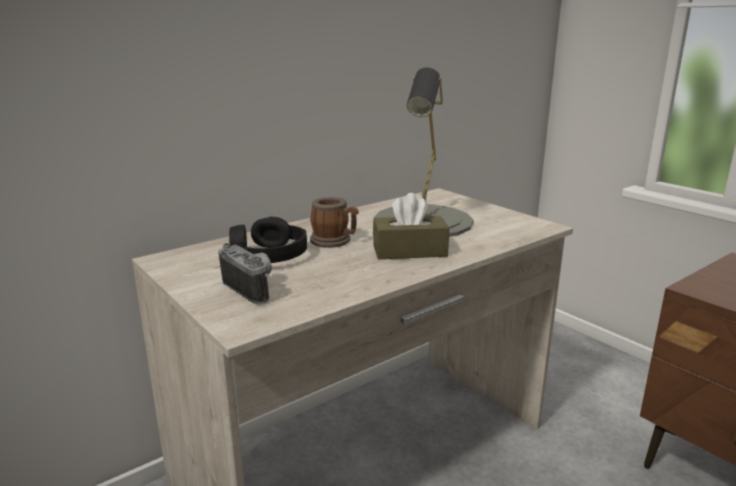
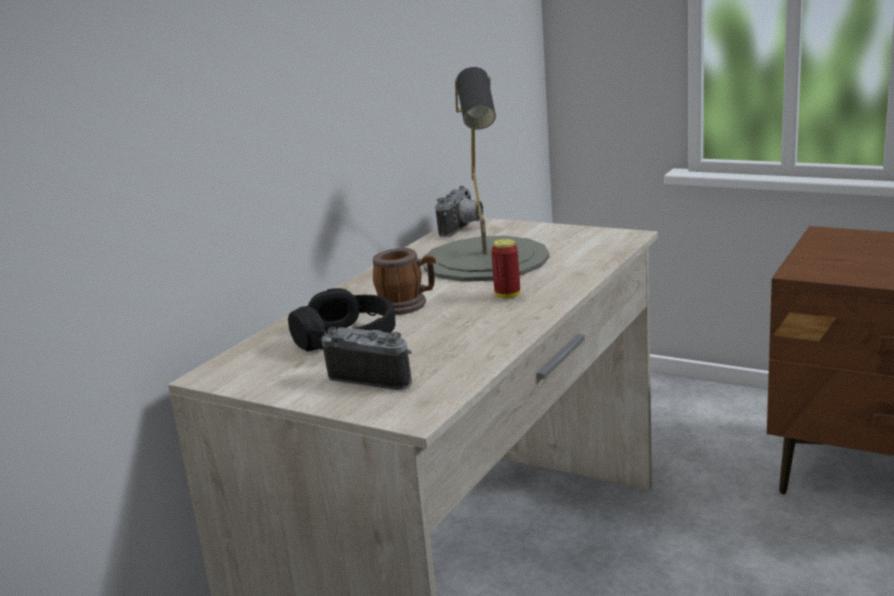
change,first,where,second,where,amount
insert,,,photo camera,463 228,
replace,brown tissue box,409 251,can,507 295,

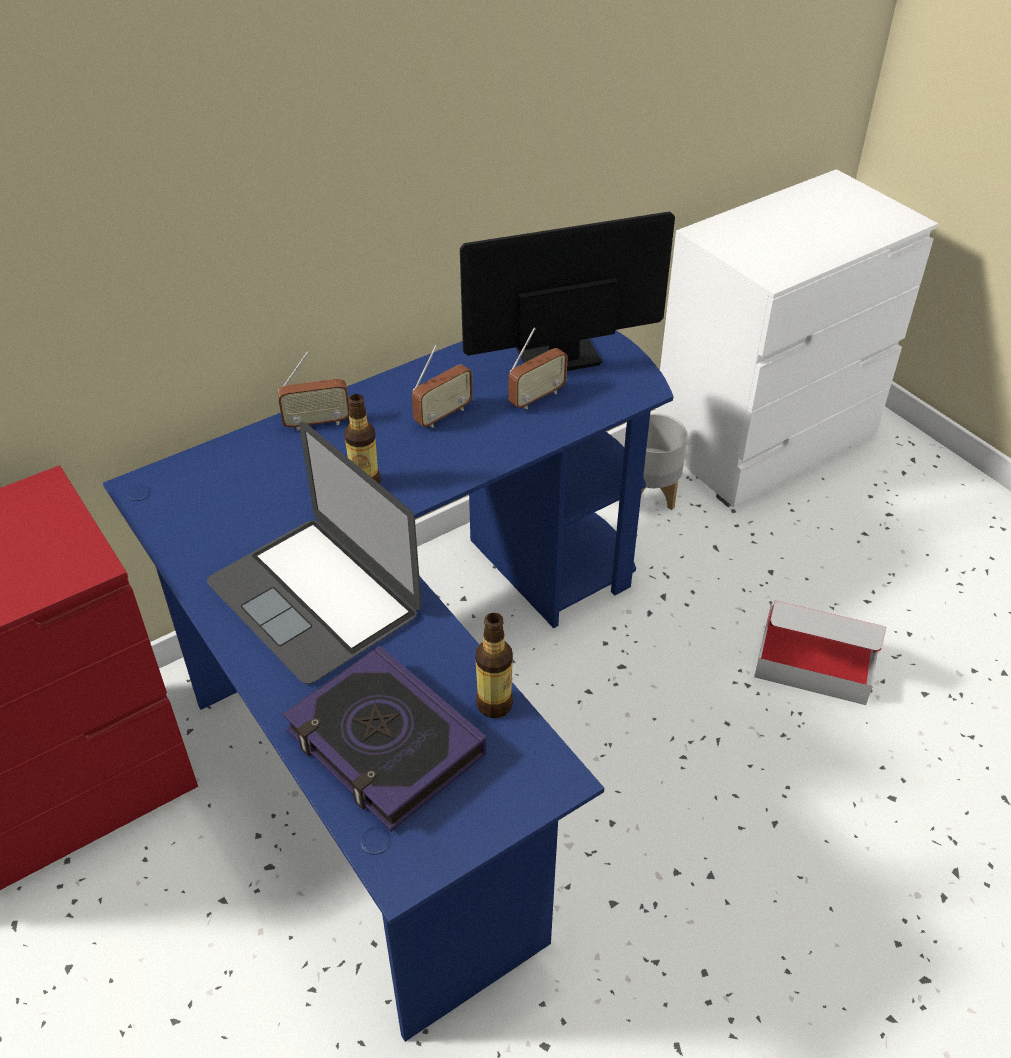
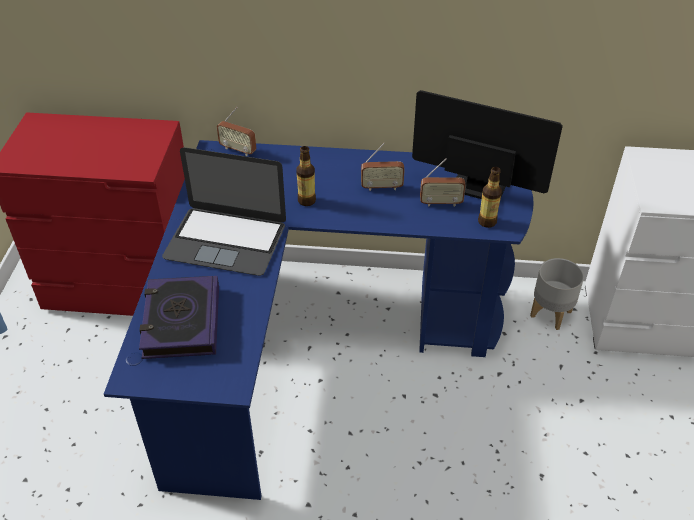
change,first,where,second,where,amount
rotate,laptop,314 597,,226 240,75 degrees counterclockwise
move,radio,317 423,,238 150,
move,bottle,494 704,,487 222,
delete,cardboard box,814 663,,,

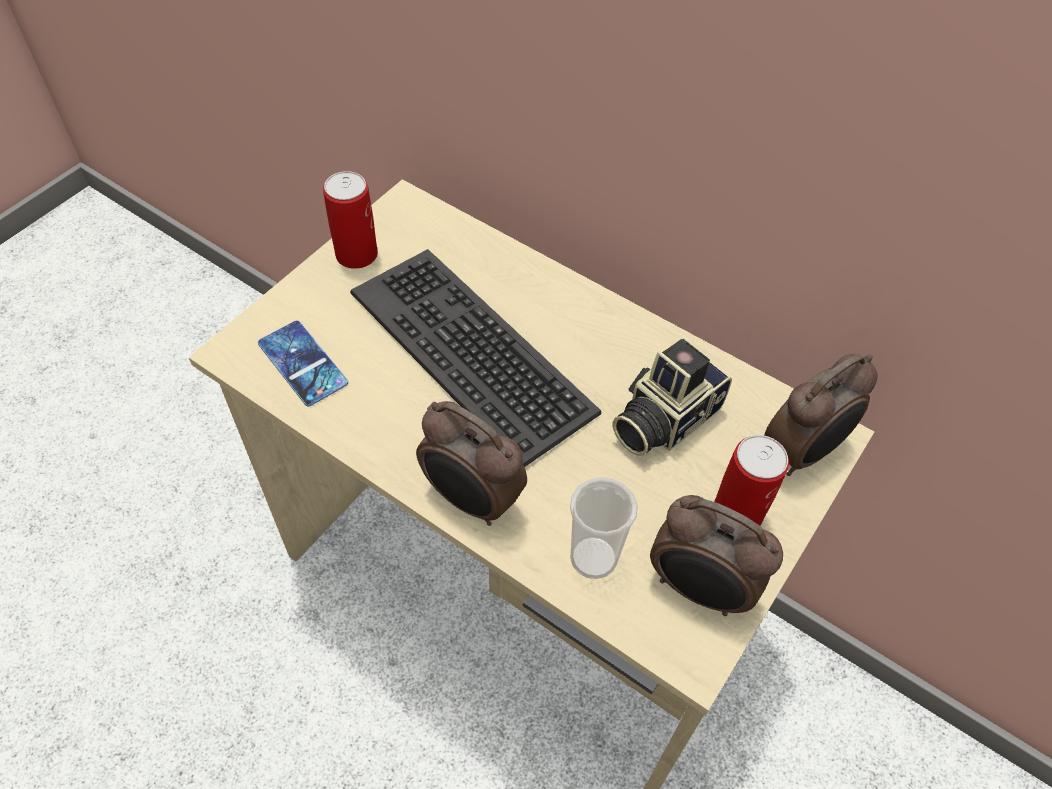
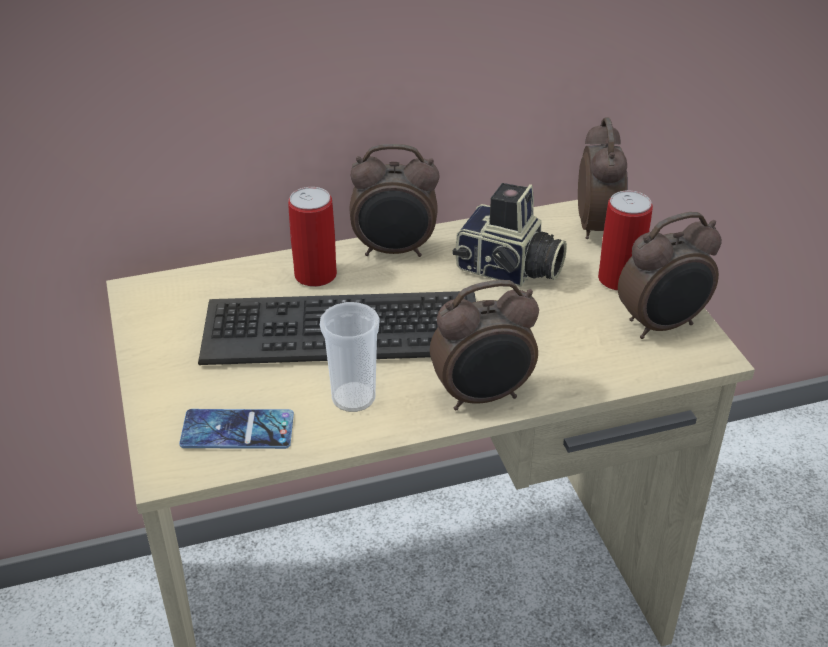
change,first,where,second,where,amount
move,can,356 254,,315 275,
move,cup,593 558,,353 397,
insert,,,alarm clock,394 251,
rotate,photo camera,662 418,,508 270,60 degrees counterclockwise

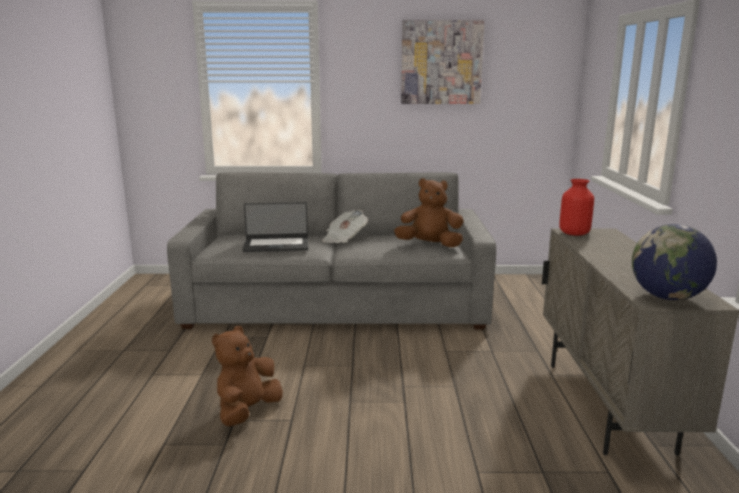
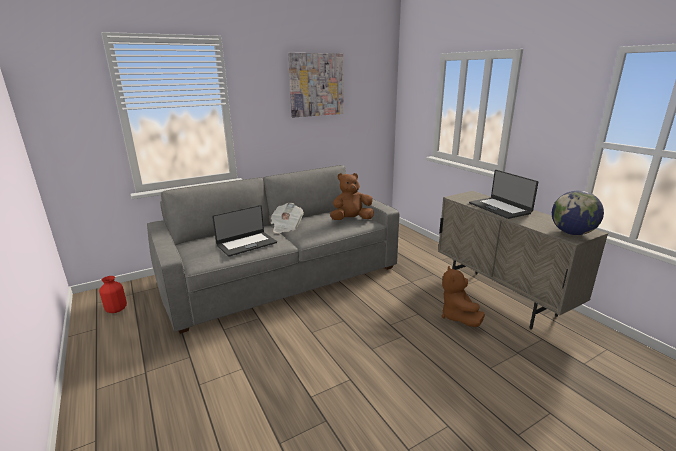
change,first,where,second,where,amount
move,red vase,574 233,,116 309,
move,brown plush toy,247 411,,458 317,
insert,,,laptop,500 208,

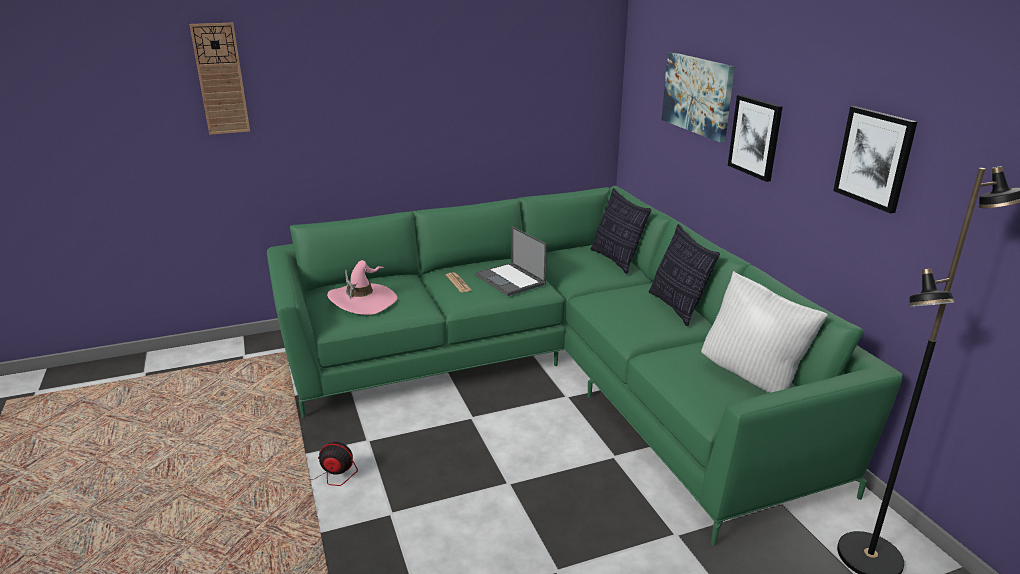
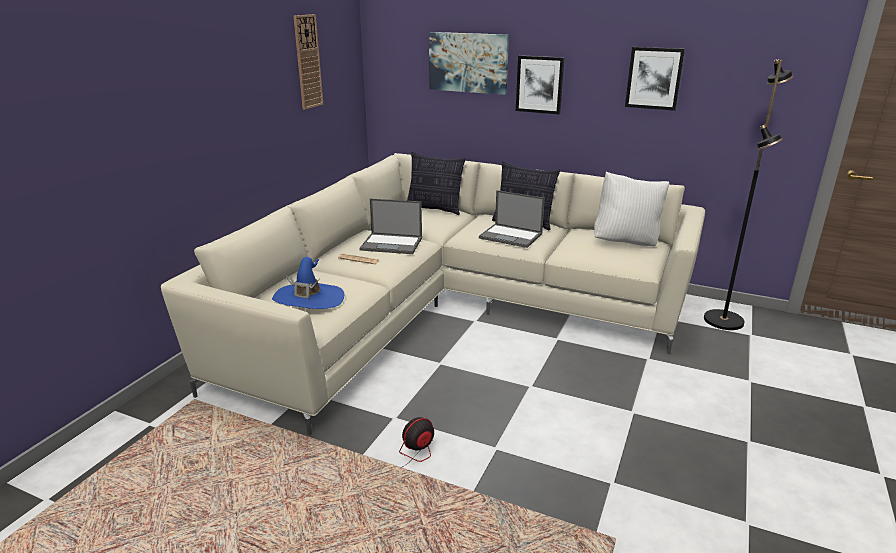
change,first,where,second,where,amount
recolor,green sofa,557 373,beige sofa,446 310,
recolor,pink hat,363 301,blue hat,309 299,
move,wall clock,221 79,,308 62,
insert,,,laptop,511 236,

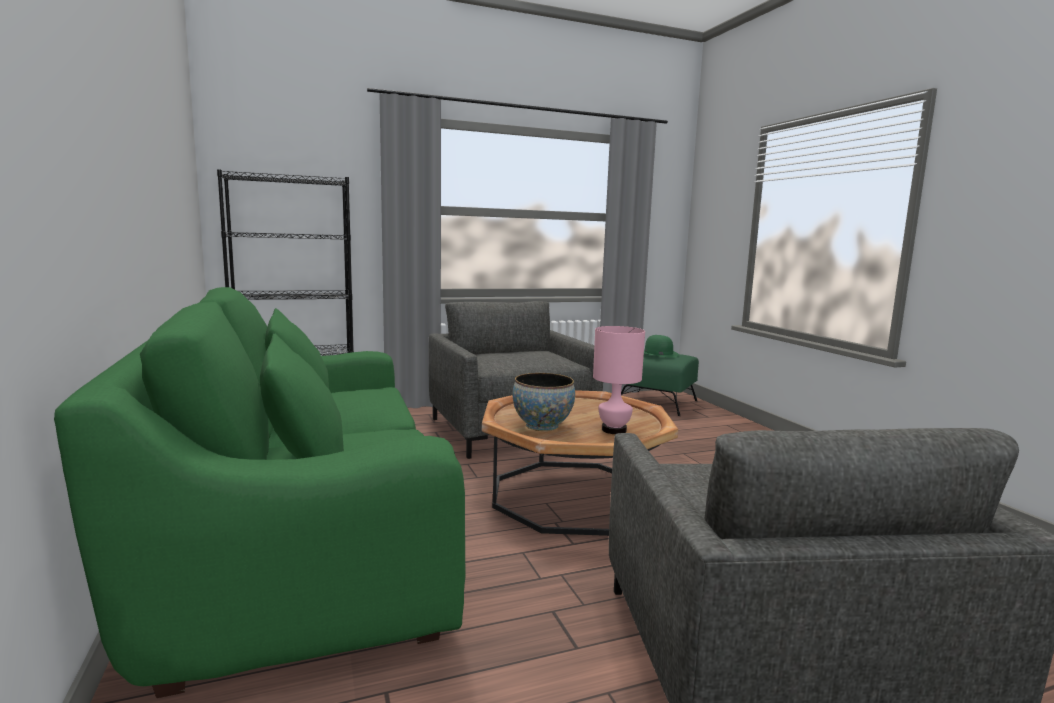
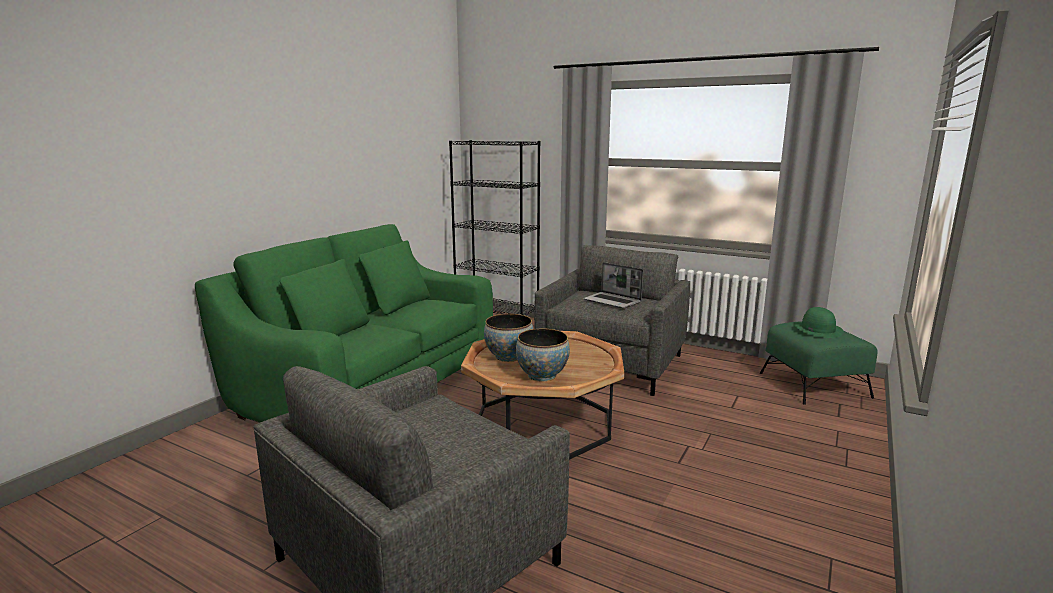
change,first,where,second,where,amount
replace,pink table lamp,613 430,bowl,542 375,
insert,,,laptop,613 301,

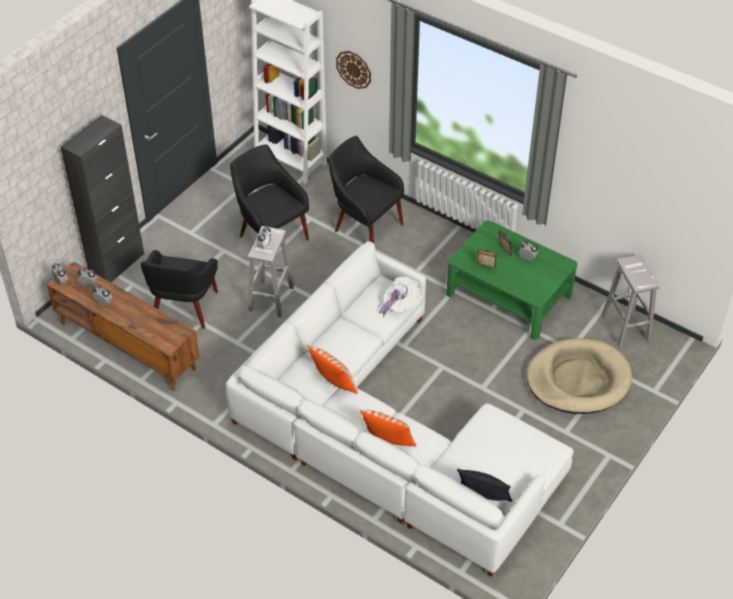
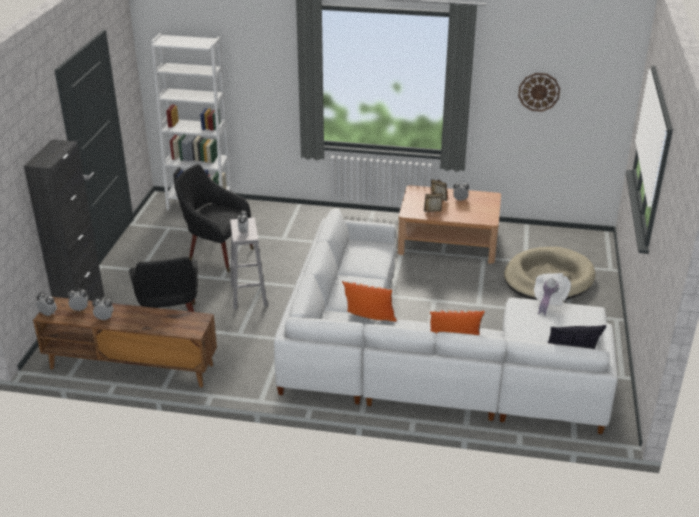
change,first,where,second,where,amount
recolor,green coffee table,508 295,brown coffee table,448 241,
move,wall clock,354 69,,539 92,
move,white hat,400 304,,549 301,
delete,black armchair,365 225,,,
delete,white stool,626 328,,,

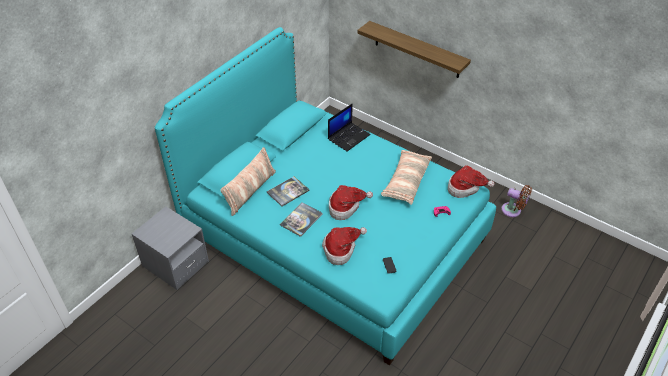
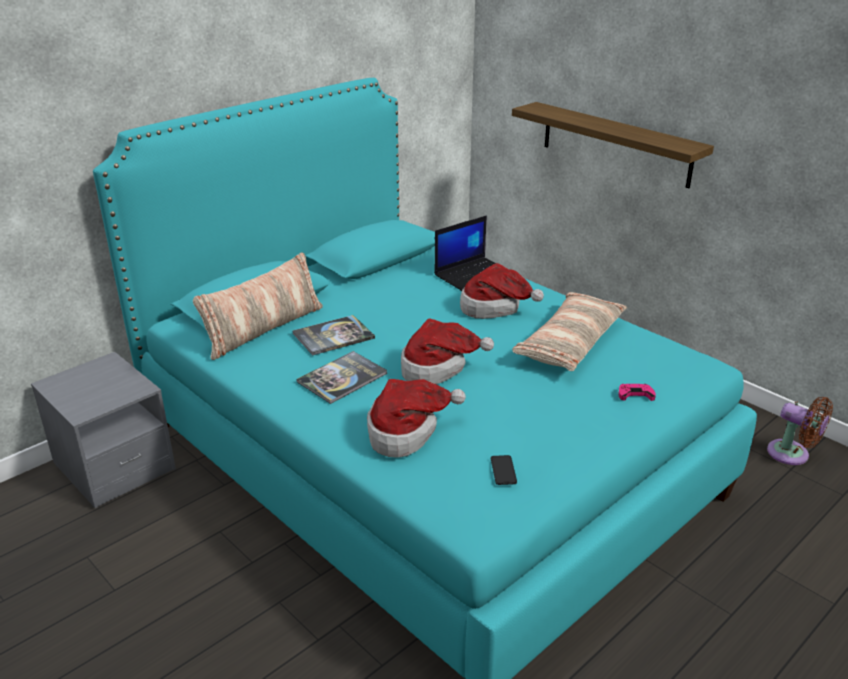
change,first,where,second,where,amount
move,hat,465 188,,495 308,

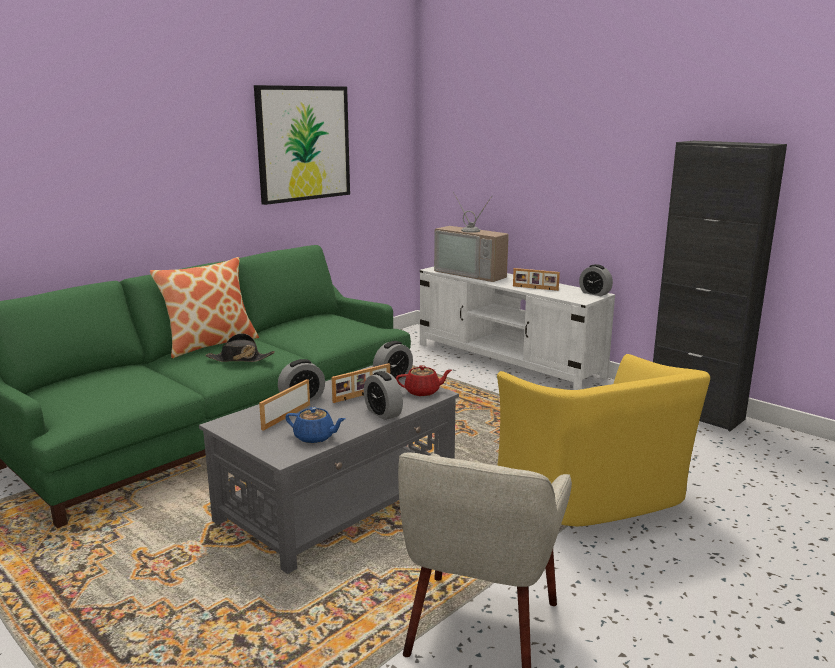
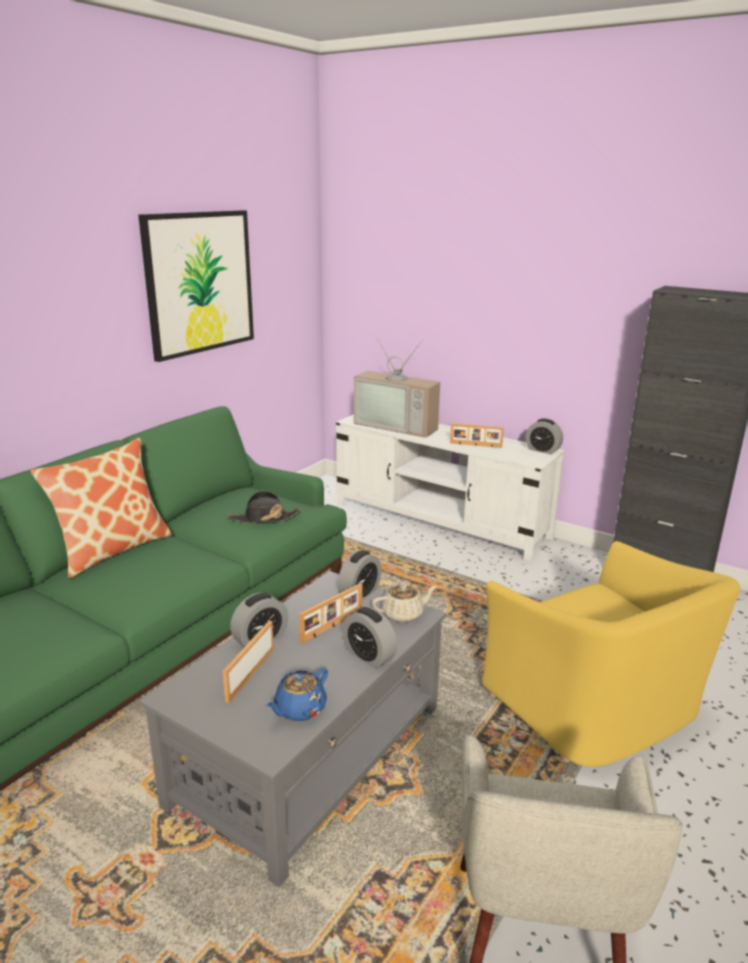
change,first,where,second,where,amount
move,black hat,240 359,,264 518,
rotate,blue teapot,315 437,,299 709,120 degrees clockwise
recolor,red teapot,423 392,beige teapot,403 614,

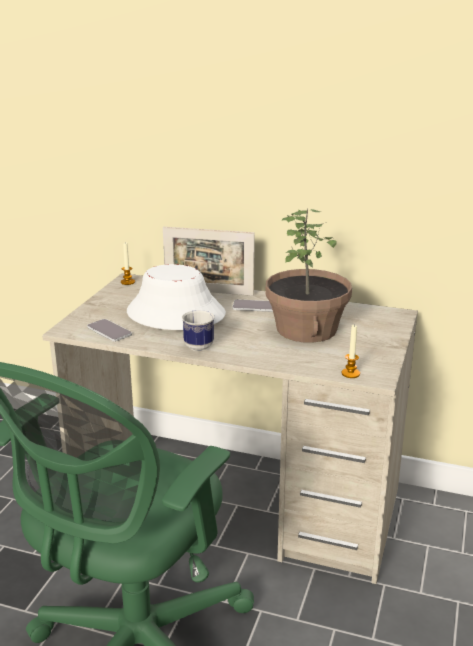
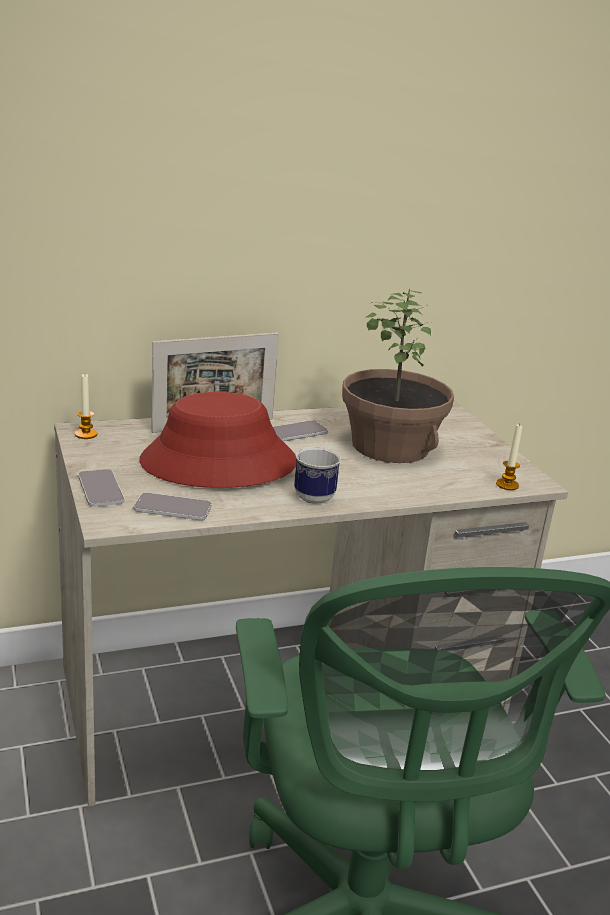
change,first,where,second,where,amount
insert,,,phone,100 489,
recolor,white hat,175 313,red hat,218 463,

